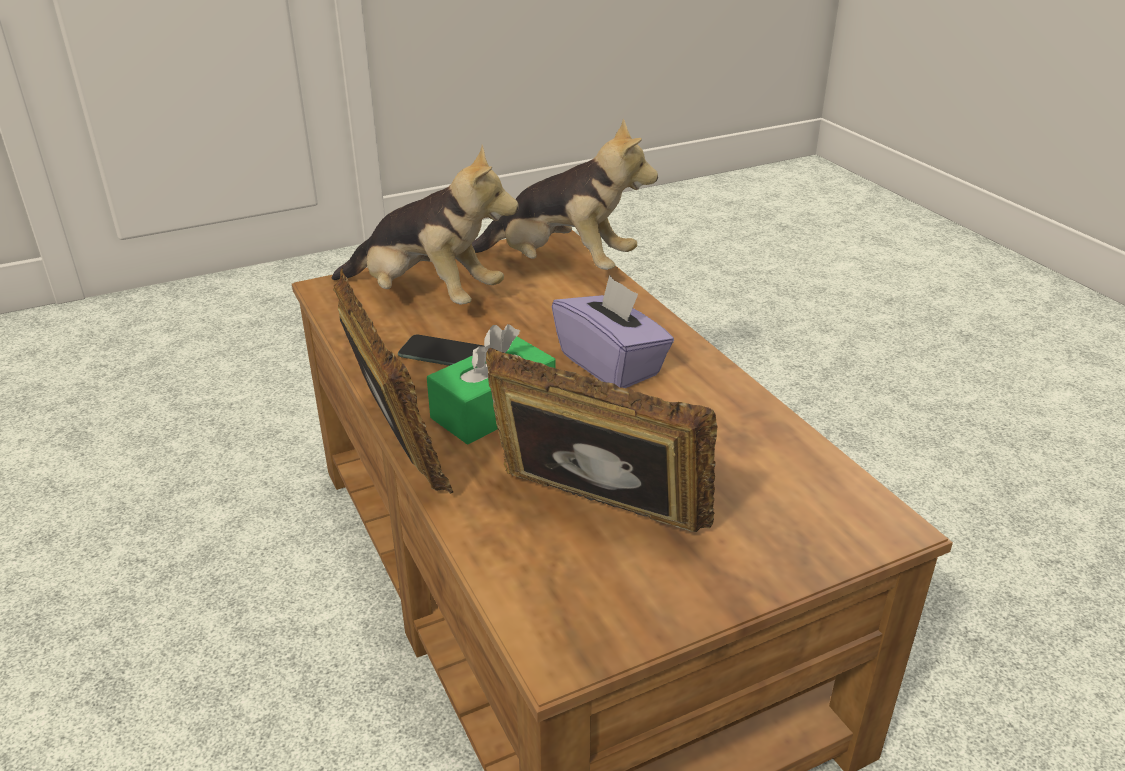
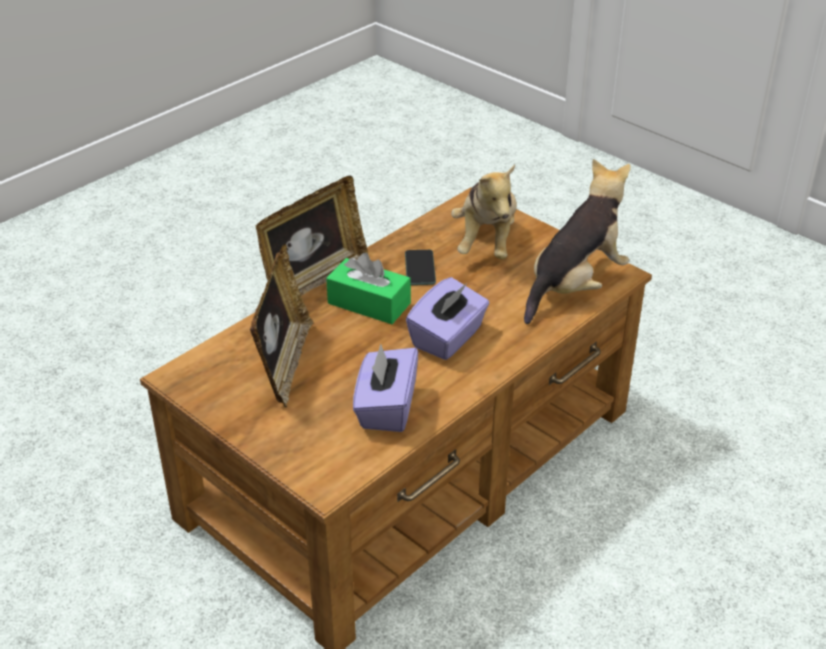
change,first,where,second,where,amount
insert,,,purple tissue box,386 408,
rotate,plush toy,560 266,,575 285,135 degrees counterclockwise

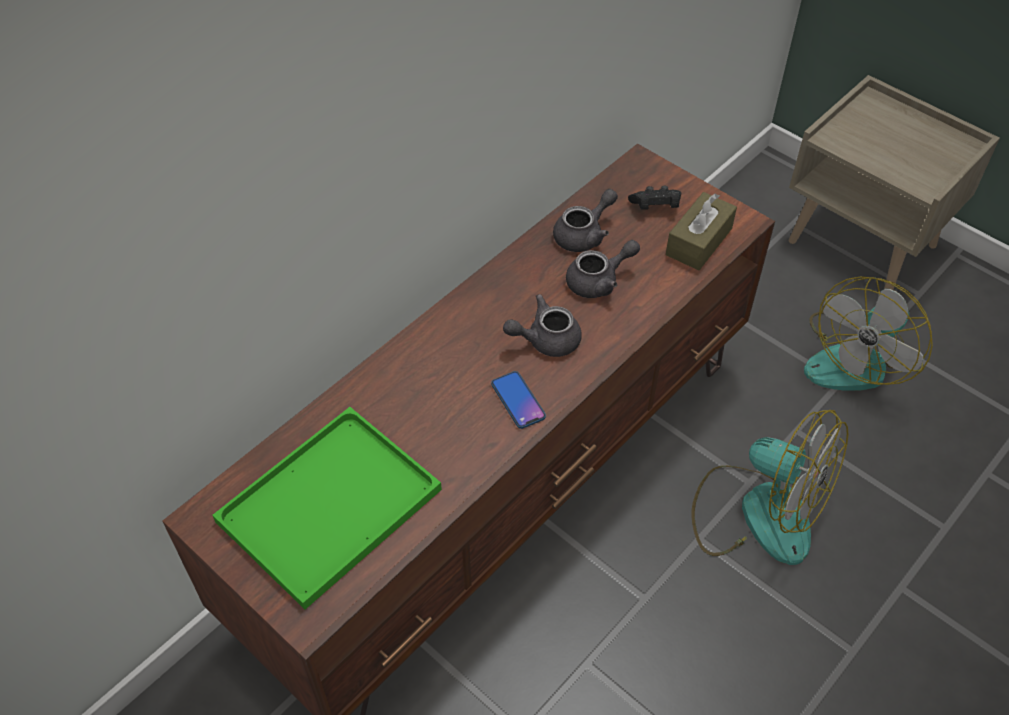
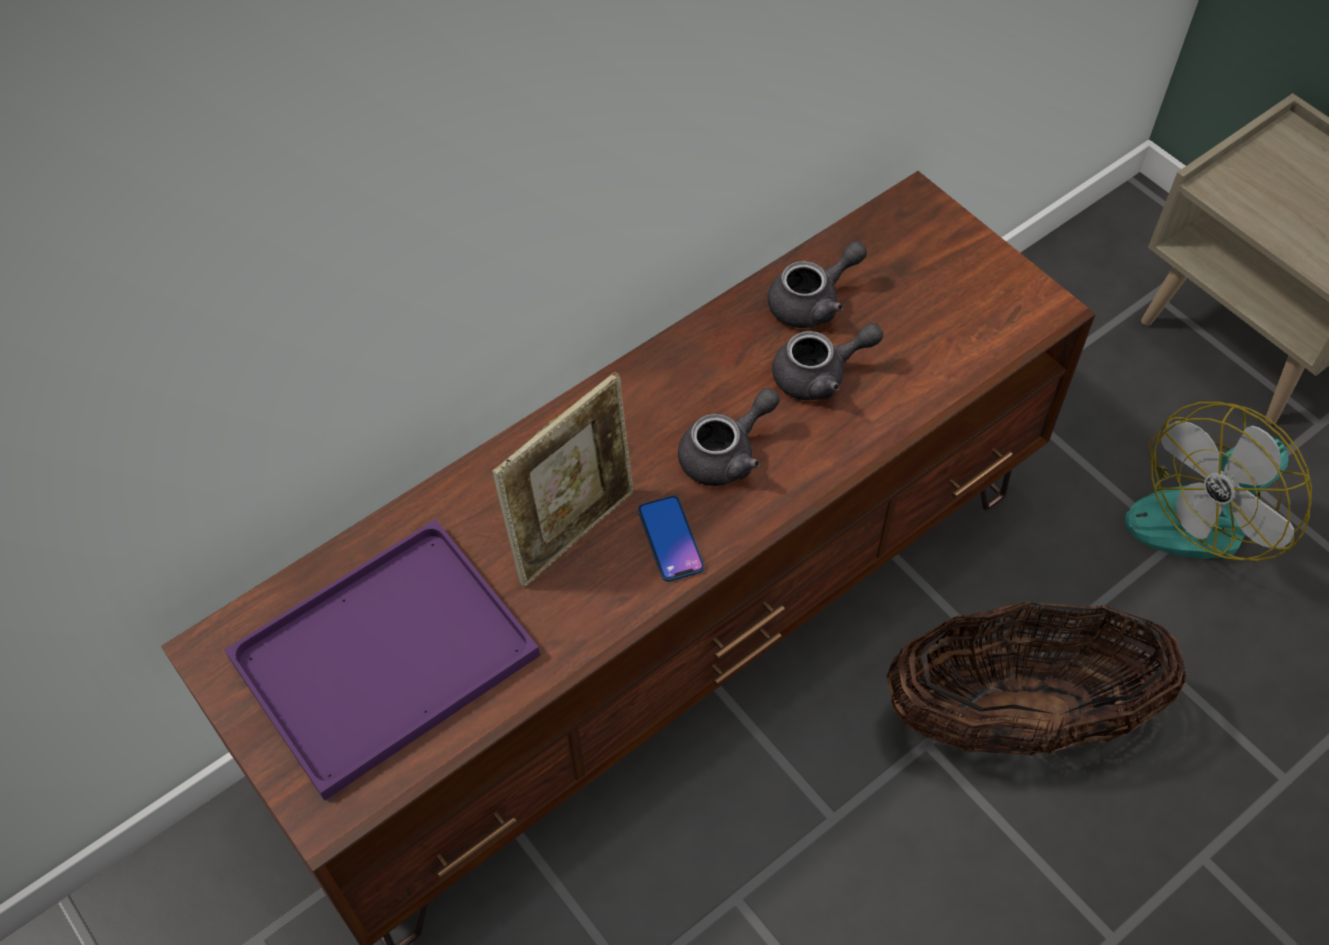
change,first,where,second,where,amount
recolor,green tray,328 509,purple tray,381 662,
insert,,,picture frame,574 532,
rotate,grey teapot,545 340,,726 454,150 degrees clockwise
replace,fan,758 512,basket,1017 717,
delete,black game controller,655 207,,,
delete,brown tissue box,699 241,,,

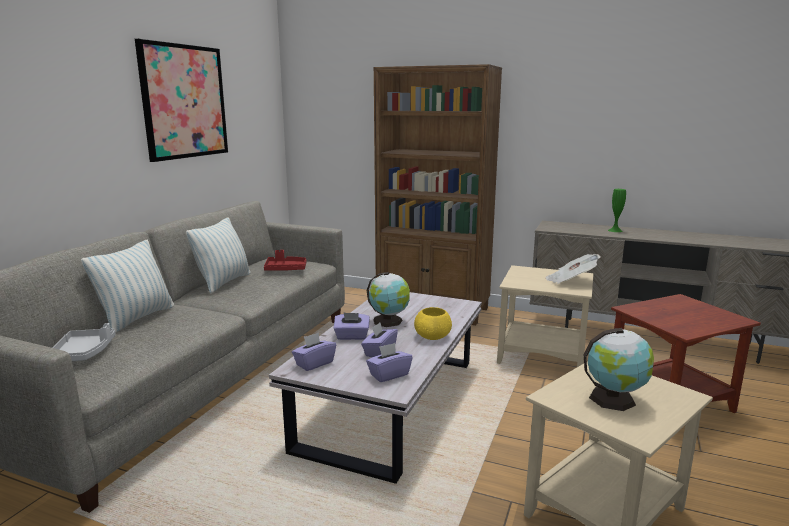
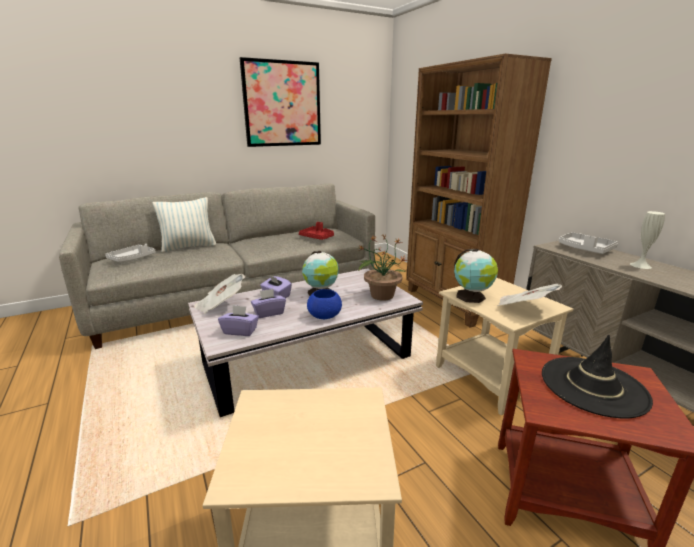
change,first,where,second,where,amount
replace,purple tissue box,314 363,newspaper,220 305,
recolor,yellow bowl,433 336,blue bowl,325 316,
insert,,,potted plant,381 295,
move,globe,614 399,,472 297,
insert,,,black hat,593 386,
insert,,,grey tray,585 249,
recolor,green vase,615 230,white vase,640 265,
delete,pillow,223 282,,,

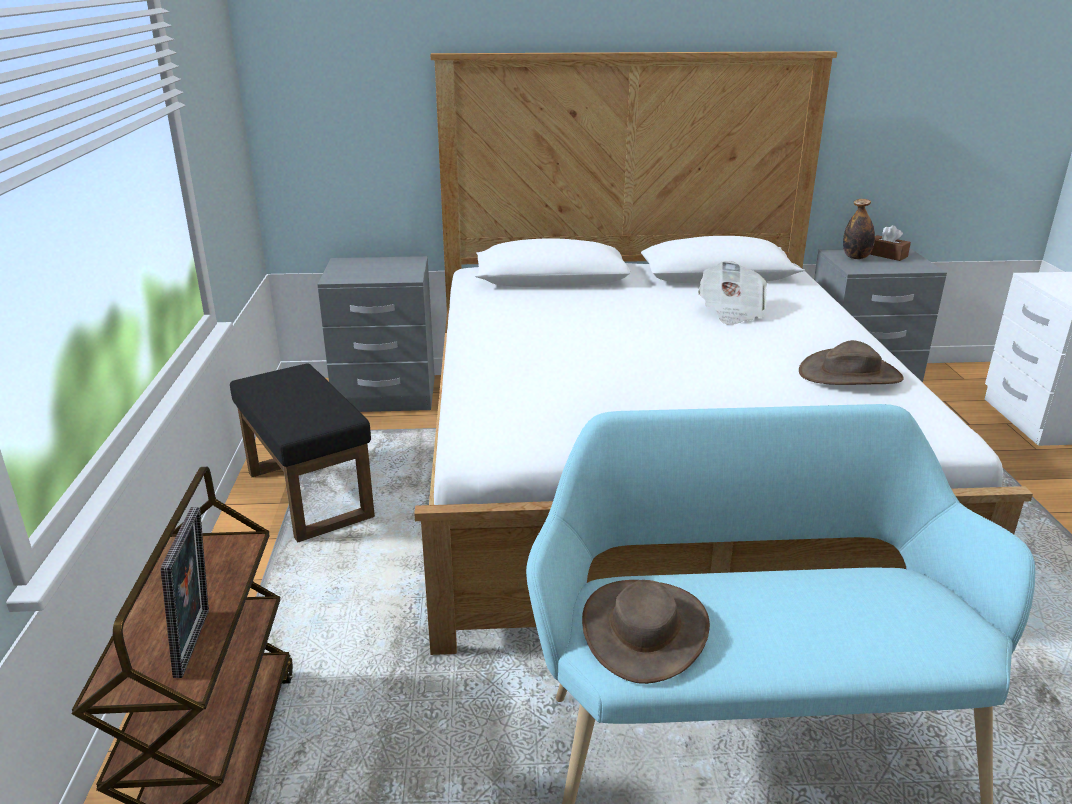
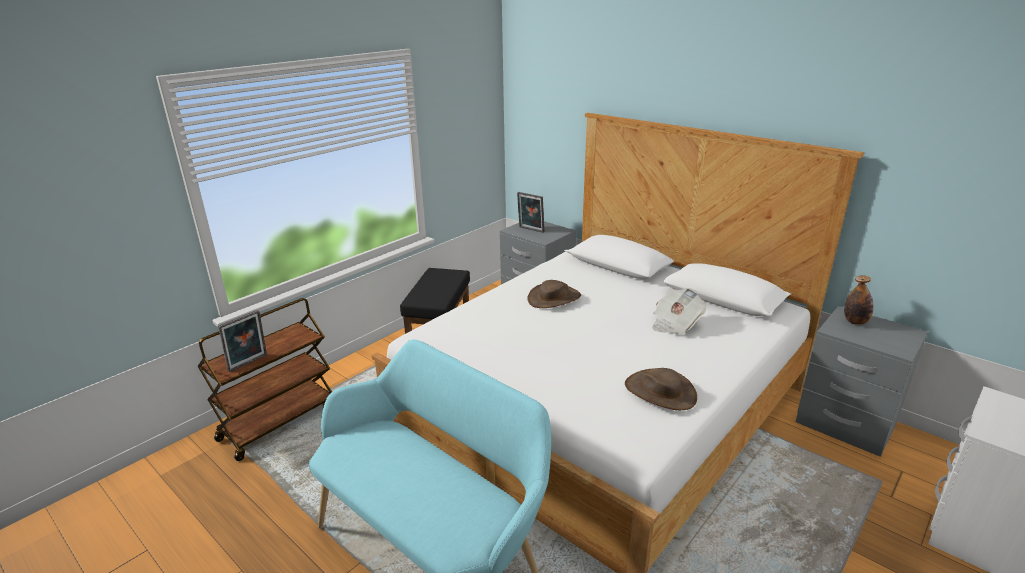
change,first,where,second,where,amount
insert,,,picture frame,530 230,
move,brown hat,645 630,,554 298,
delete,brown tissue box,886 255,,,

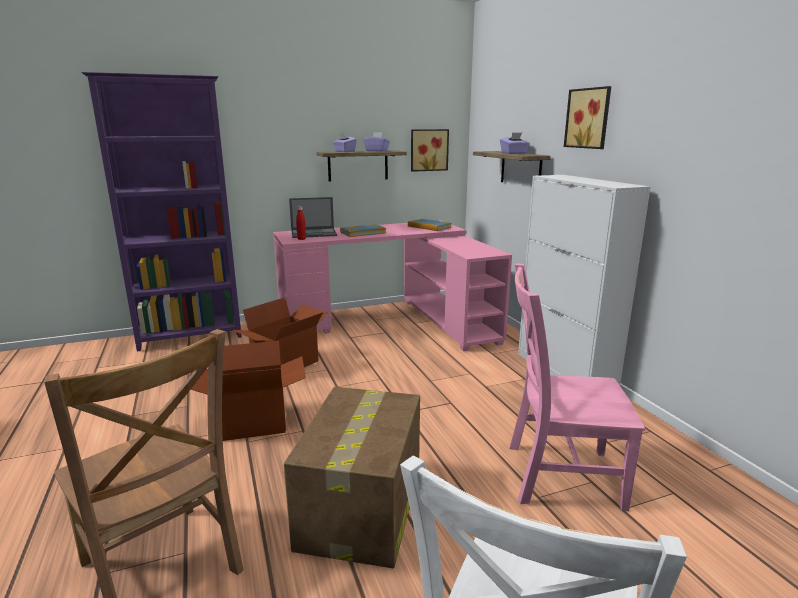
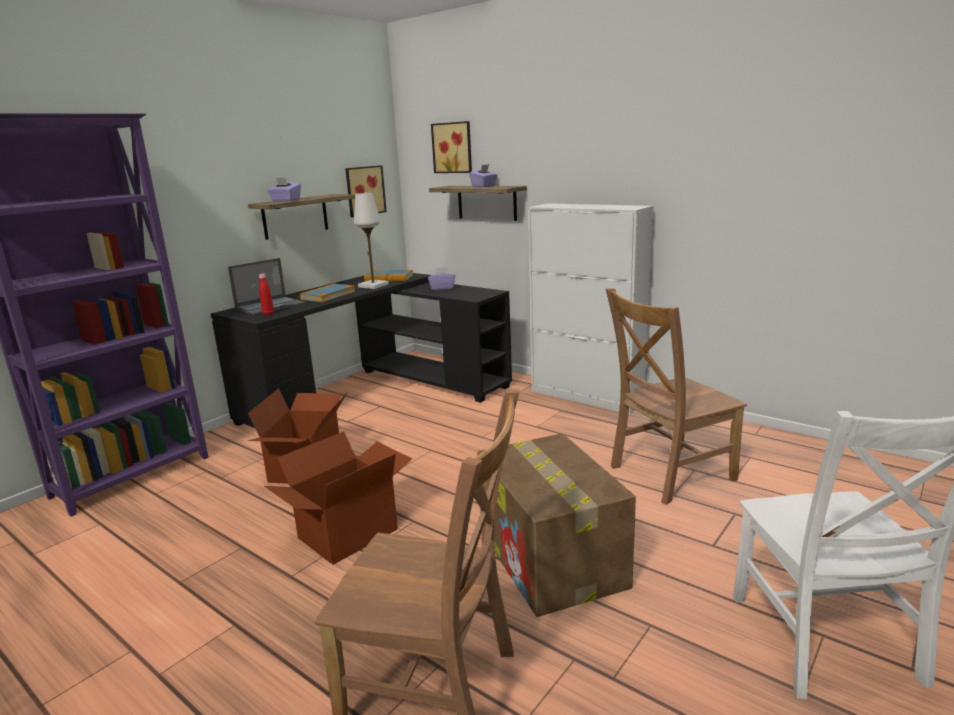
change,first,where,second,where,amount
recolor,pink desk,395 320,black desk,376 392,
insert,,,white table lamp,373 286,
move,purple tissue box,377 151,,442 288,
move,picture,589 118,,453 147,
recolor,pink chair,557 475,brown chair,667 474,

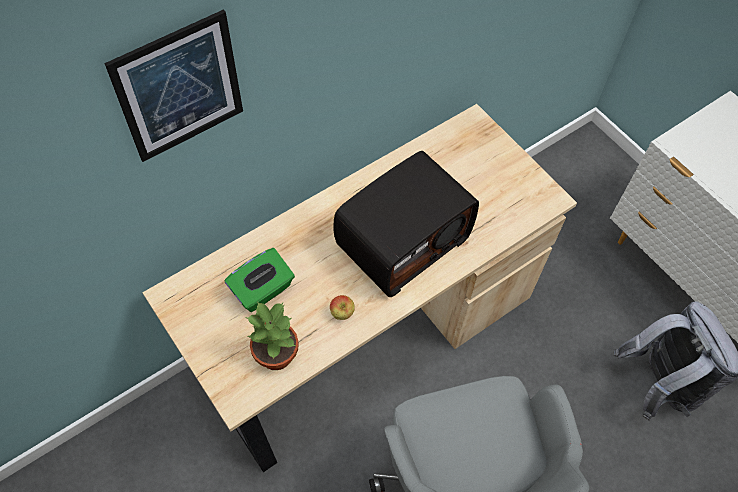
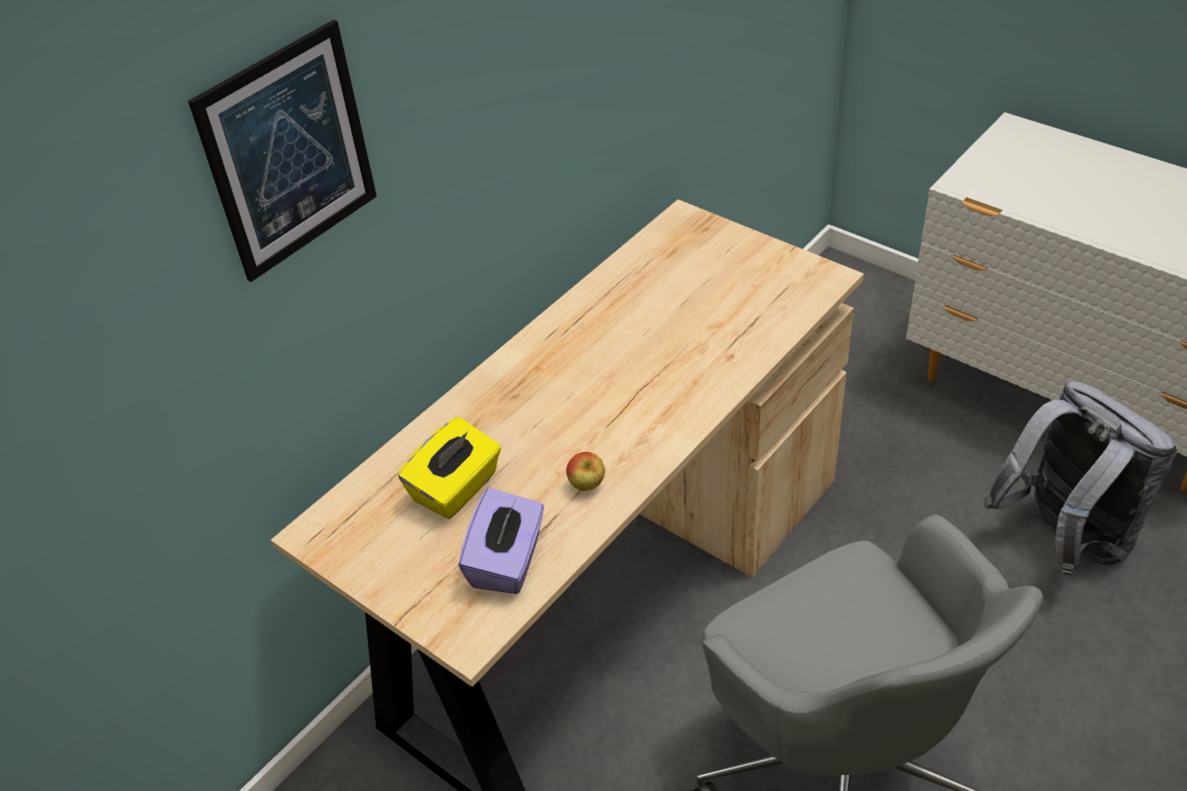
change,first,where,second,where,amount
recolor,green tissue box,262 290,yellow tissue box,456 488,
replace,potted plant,276 353,purple tissue box,507 561,
delete,radio,402 240,,,

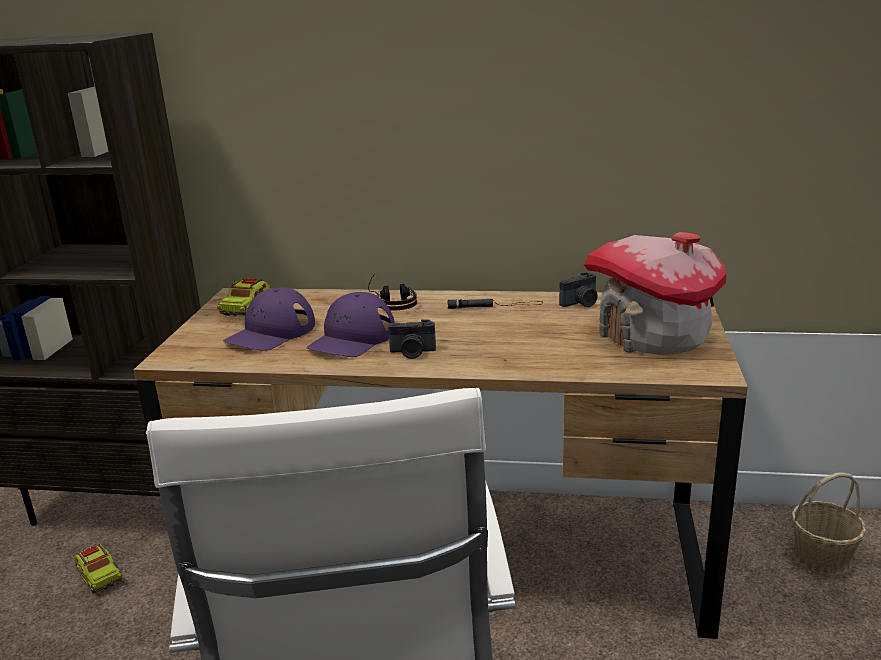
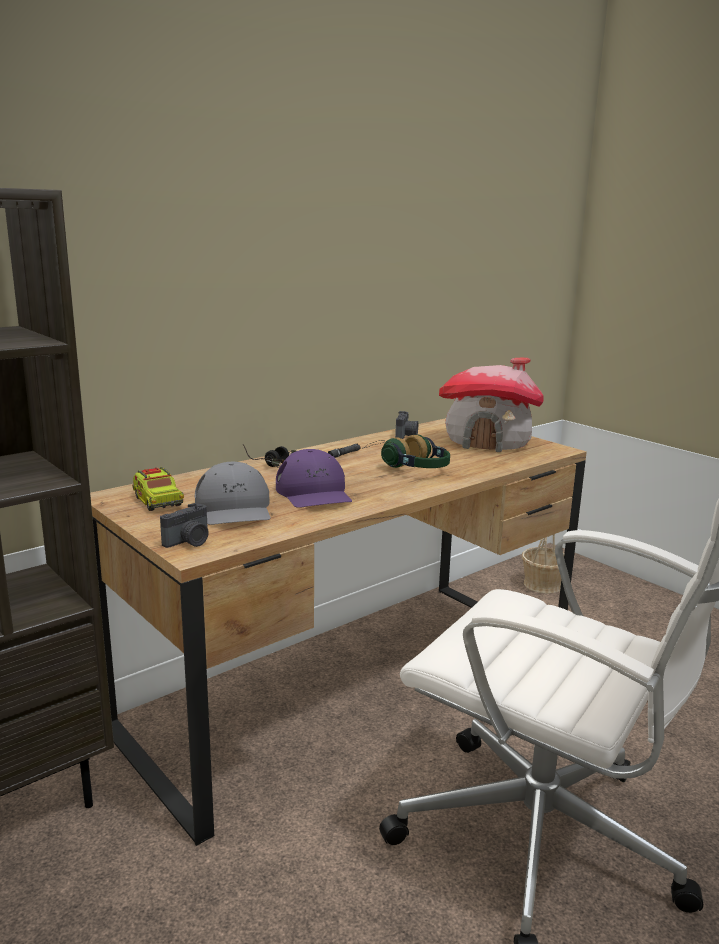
change,first,where,second,where,amount
move,photo camera,412 352,,189 542,
recolor,purple cap,271 332,grey cap,234 508,
insert,,,headphones,418 470,
delete,toy truck,99 577,,,

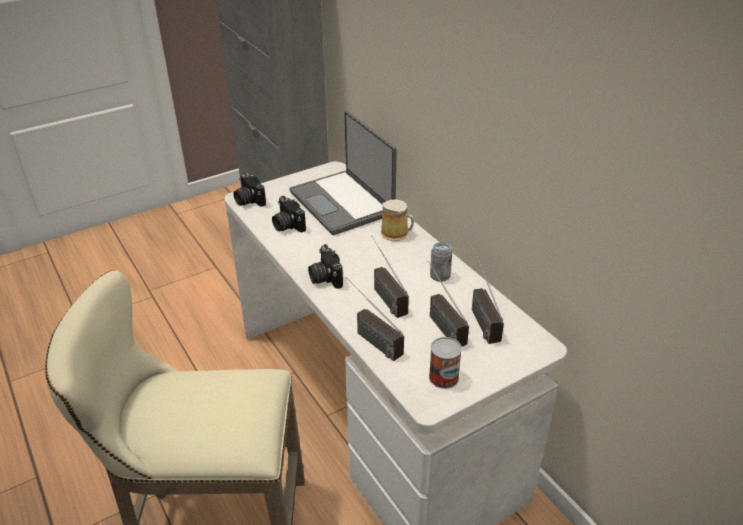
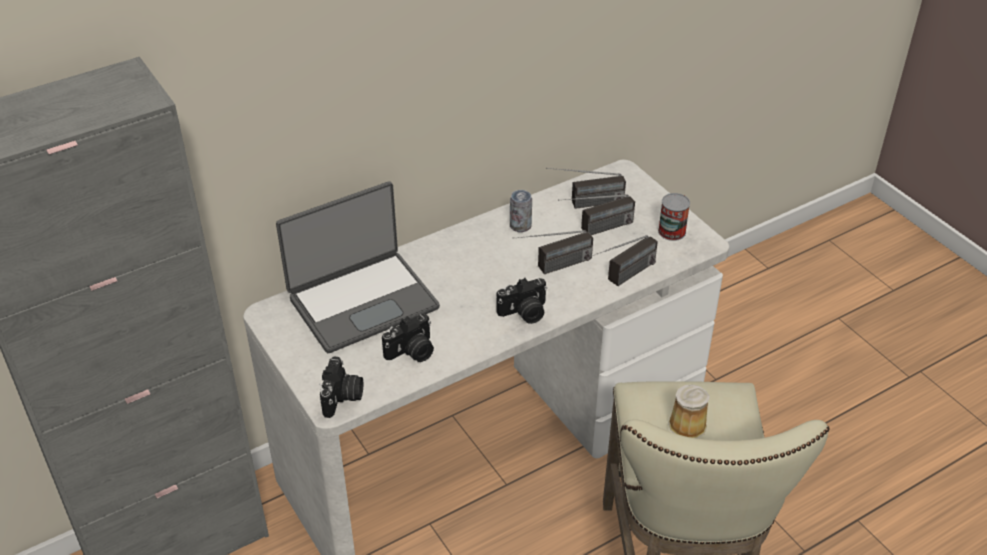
change,first,where,second,where,amount
rotate,photo camera,248 200,,342 398,45 degrees counterclockwise
move,mug,396 233,,687 424,

